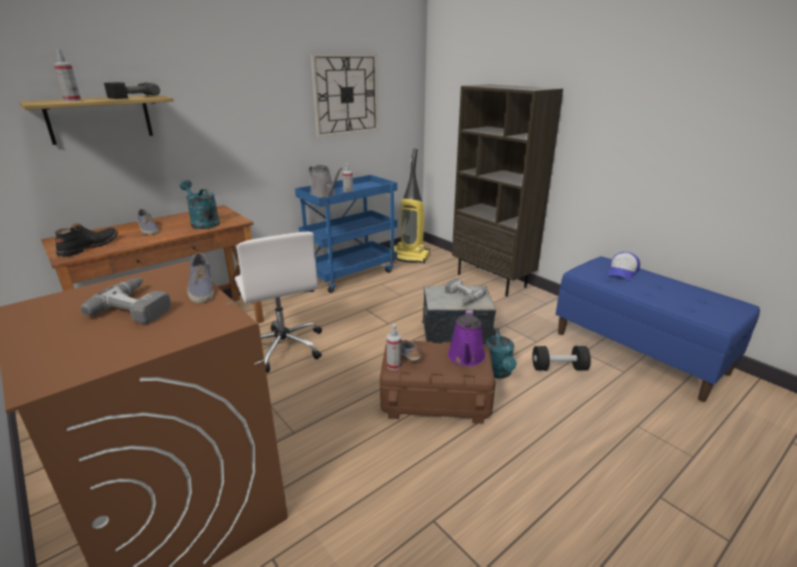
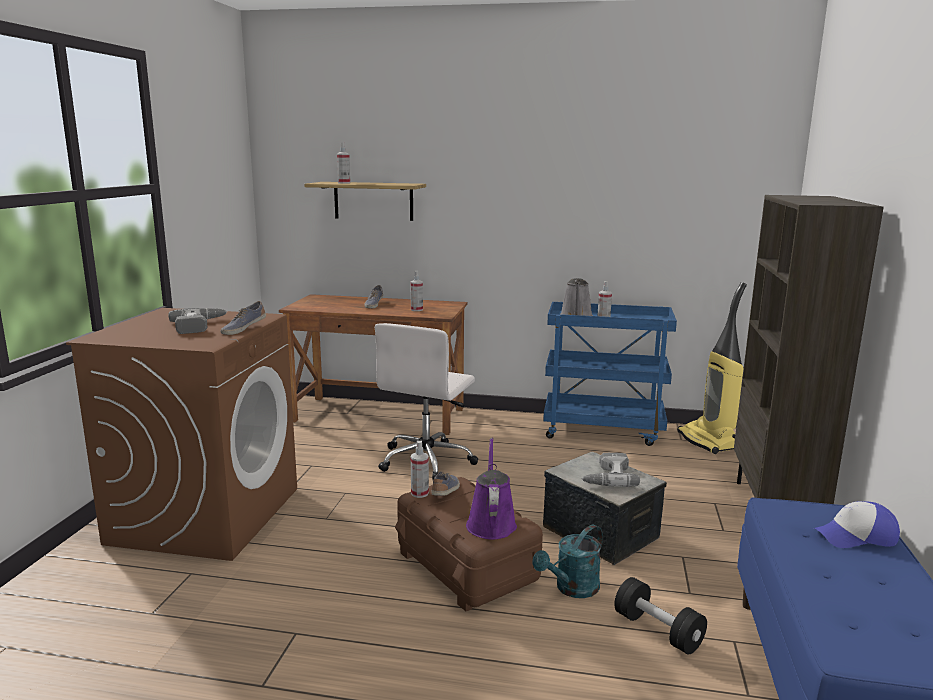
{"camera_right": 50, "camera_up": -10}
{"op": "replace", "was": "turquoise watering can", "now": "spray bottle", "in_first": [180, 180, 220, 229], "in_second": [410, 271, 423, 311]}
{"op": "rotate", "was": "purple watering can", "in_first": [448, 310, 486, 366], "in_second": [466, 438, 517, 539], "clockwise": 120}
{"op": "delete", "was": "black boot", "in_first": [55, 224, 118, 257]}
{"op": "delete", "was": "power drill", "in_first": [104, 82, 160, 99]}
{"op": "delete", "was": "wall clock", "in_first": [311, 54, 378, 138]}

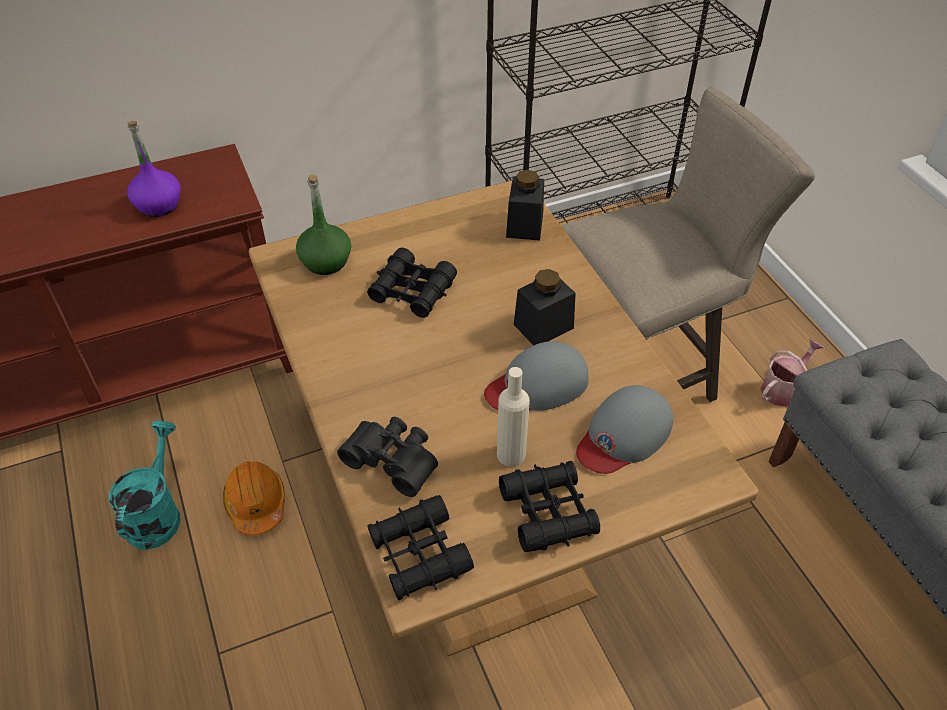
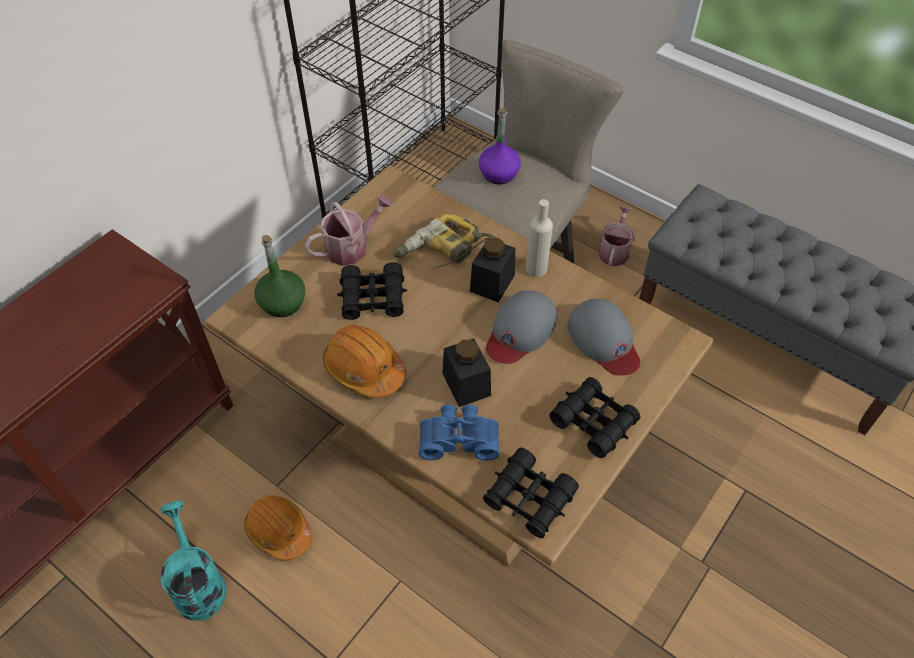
{"camera_right": -30, "camera_up": 5}
{"op": "insert", "now": "watering can", "in_second": [305, 194, 394, 266]}
{"op": "insert", "now": "orange hard hat", "in_second": [323, 324, 406, 398]}
{"op": "insert", "now": "power drill", "in_second": [393, 214, 495, 270]}
{"op": "recolor", "was": "black binoculars", "now": "blue binoculars", "in_first": [337, 417, 438, 497], "in_second": [419, 405, 499, 461]}
{"op": "move", "was": "black jar", "in_first": [506, 170, 544, 240], "in_second": [442, 338, 491, 407]}
{"op": "move", "was": "purple bottle", "in_first": [127, 121, 181, 217], "in_second": [479, 108, 521, 184]}
{"op": "move", "was": "beige bottle", "in_first": [497, 367, 530, 467], "in_second": [526, 199, 553, 277]}
{"op": "rotate", "was": "grey cap", "in_first": [576, 385, 674, 474], "in_second": [568, 298, 640, 376], "clockwise": -45}

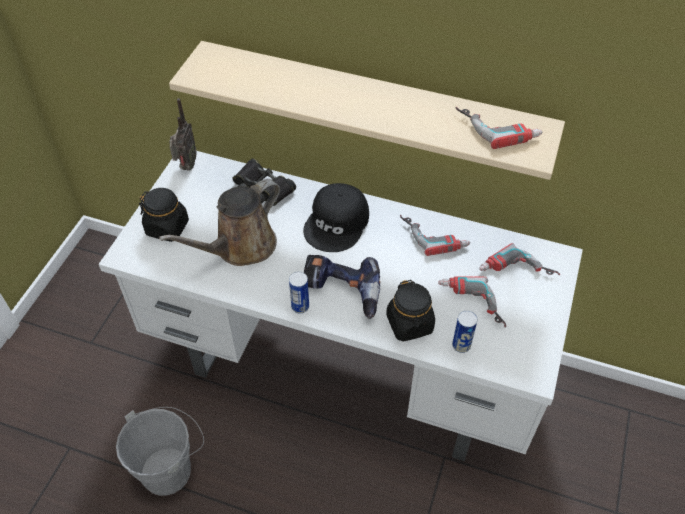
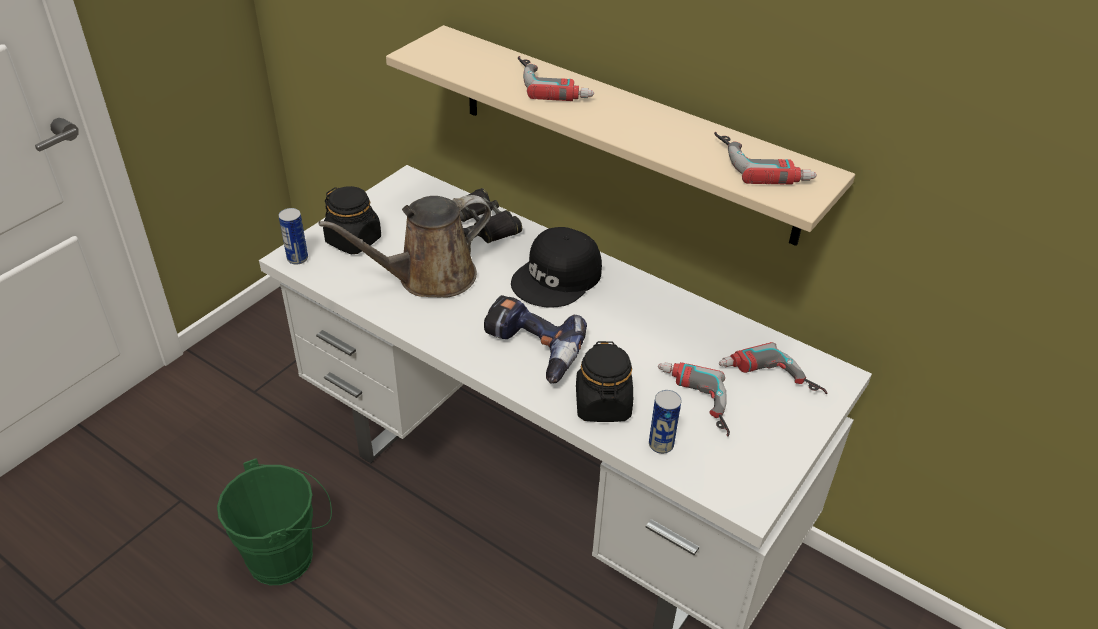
{"camera_right": 15, "camera_up": -10}
{"op": "recolor", "was": "grey bucket", "now": "green bucket", "in_first": [116, 407, 204, 496], "in_second": [217, 459, 332, 585]}
{"op": "move", "was": "can", "in_first": [289, 272, 309, 314], "in_second": [278, 208, 308, 265]}
{"op": "move", "was": "power drill", "in_first": [400, 215, 470, 256], "in_second": [518, 56, 594, 101]}
{"op": "delete", "was": "radio", "in_first": [169, 98, 197, 171]}

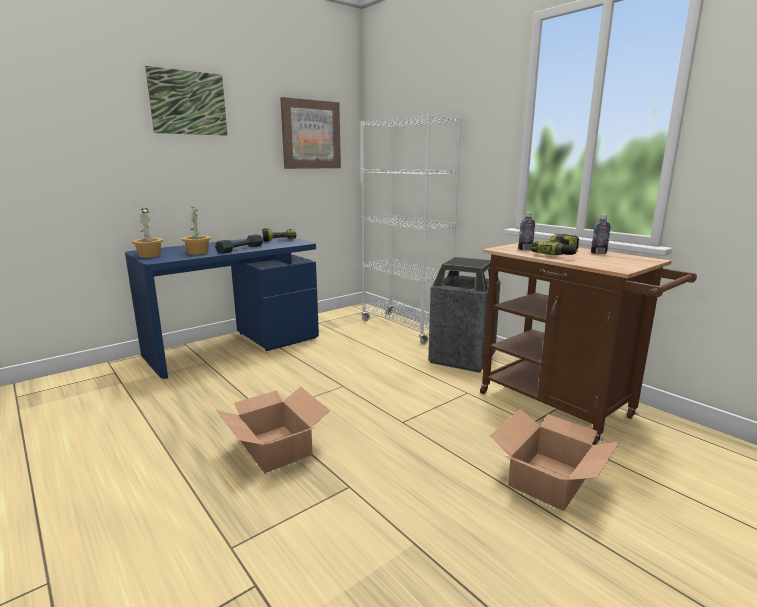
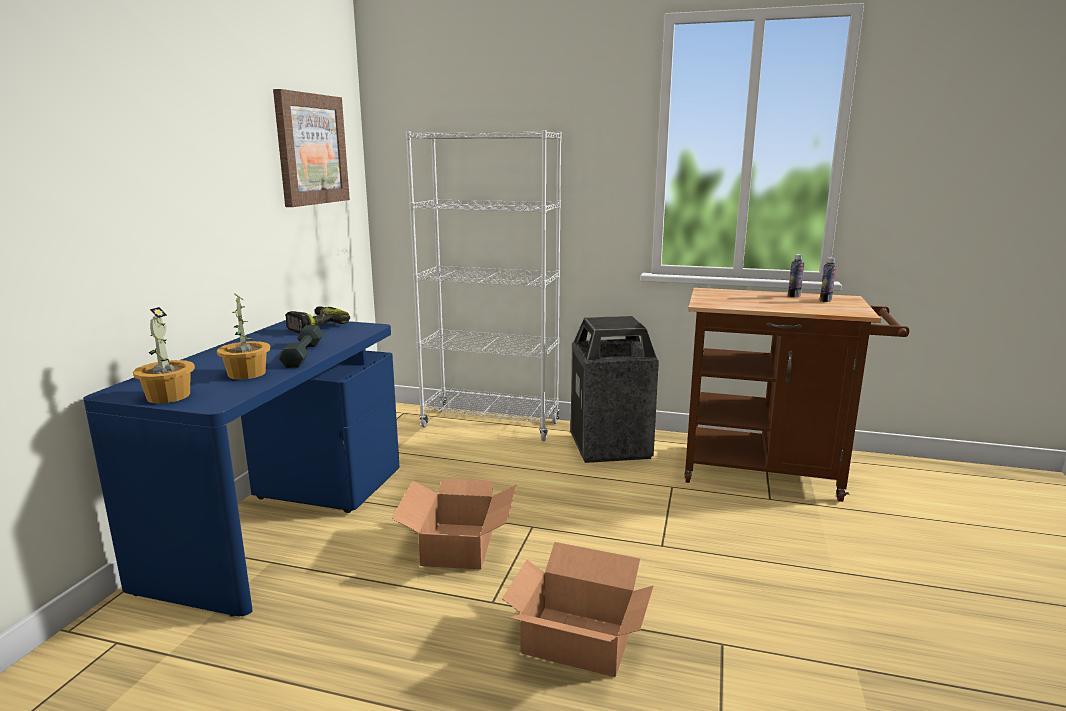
{"camera_right": -35, "camera_up": 0}
{"op": "move", "was": "cardboard box", "in_first": [490, 408, 620, 511], "in_second": [391, 479, 516, 570]}
{"op": "move", "was": "bottle", "in_first": [518, 213, 535, 250], "in_second": [820, 257, 836, 302]}
{"op": "delete", "was": "picture", "in_first": [145, 66, 228, 136]}
{"op": "delete", "was": "power drill", "in_first": [530, 234, 579, 255]}

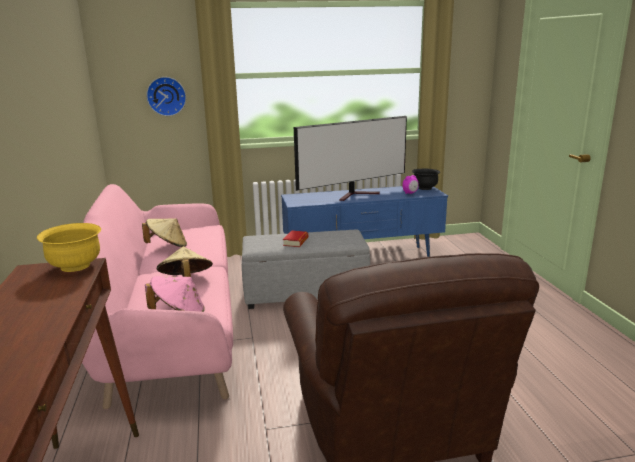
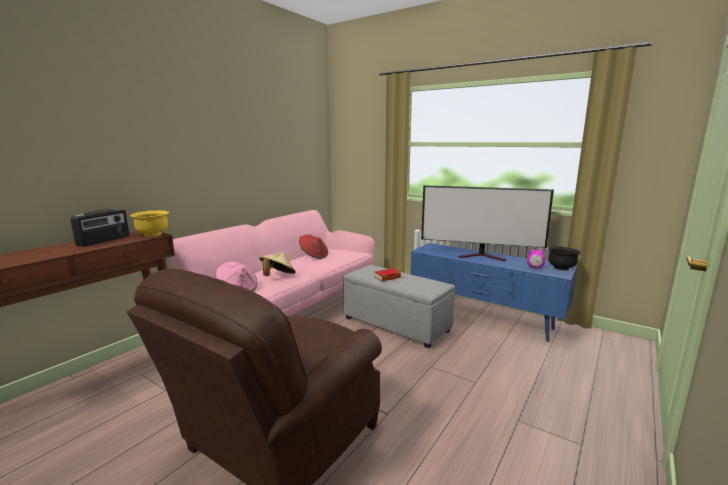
{"camera_right": 45, "camera_up": -5}
{"op": "insert", "now": "radio", "in_second": [71, 209, 129, 247]}
{"op": "recolor", "was": "beige hat", "now": "red hat", "in_first": [142, 218, 187, 247], "in_second": [299, 235, 328, 259]}
{"op": "delete", "was": "wall clock", "in_first": [146, 77, 186, 116]}

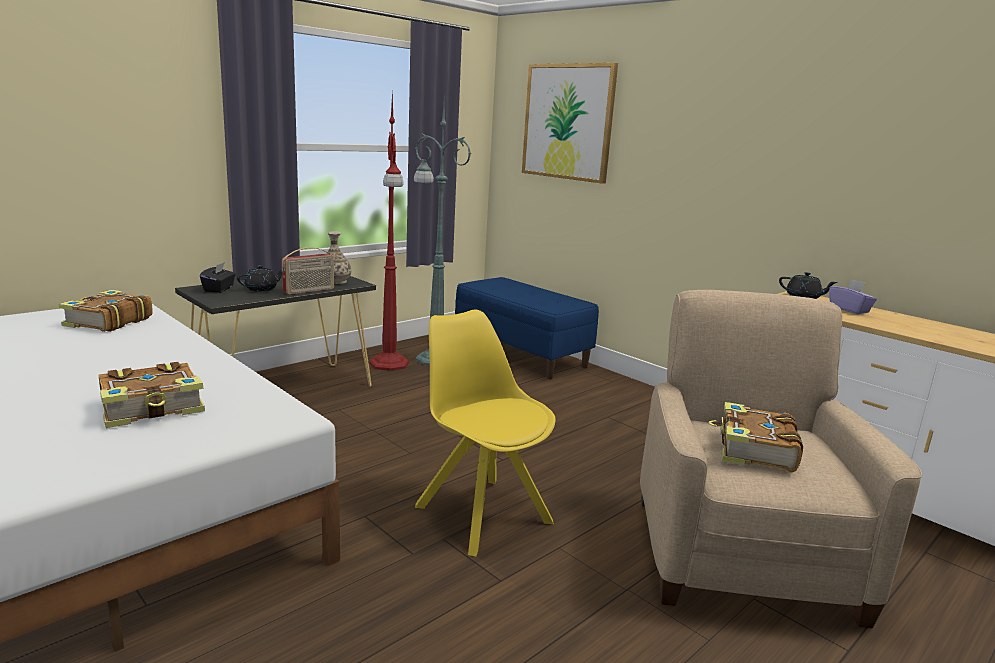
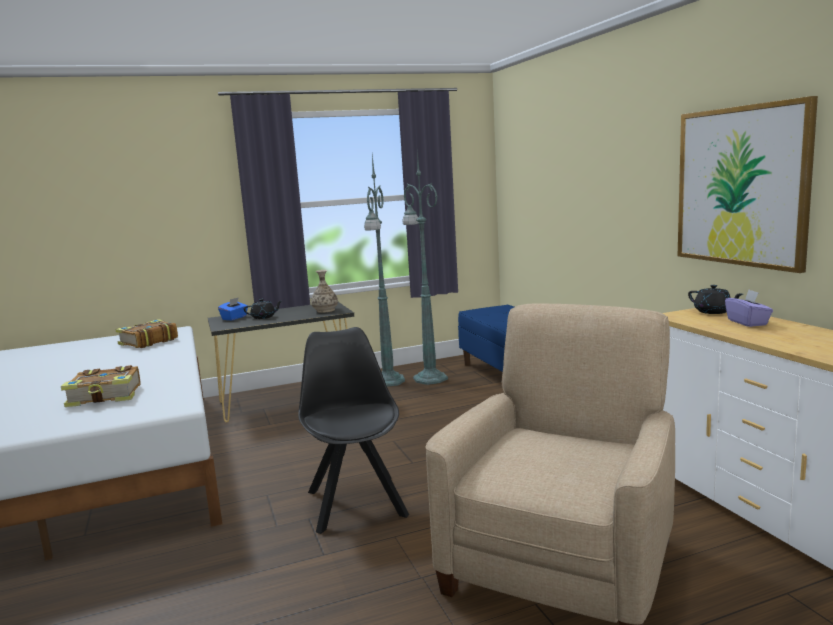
{"camera_right": 25, "camera_up": -5}
{"op": "recolor", "was": "black tissue box", "now": "blue tissue box", "in_first": [200, 262, 236, 293], "in_second": [218, 297, 248, 320]}
{"op": "recolor", "was": "yellow chair", "now": "black chair", "in_first": [415, 310, 556, 556], "in_second": [298, 327, 409, 534]}
{"op": "recolor", "was": "red floor lamp", "now": "green floor lamp", "in_first": [370, 91, 409, 371], "in_second": [364, 155, 405, 387]}
{"op": "move", "was": "picture", "in_first": [522, 63, 618, 184], "in_second": [678, 96, 818, 273]}
{"op": "delete", "was": "radio", "in_first": [282, 247, 334, 295]}
{"op": "delete", "was": "book", "in_first": [709, 402, 803, 472]}

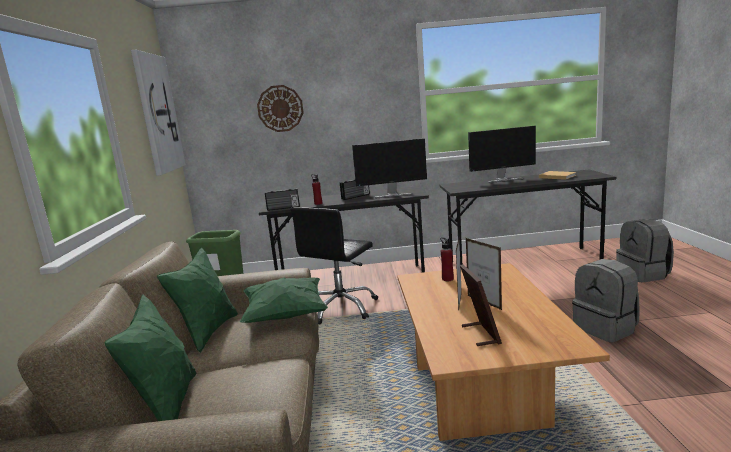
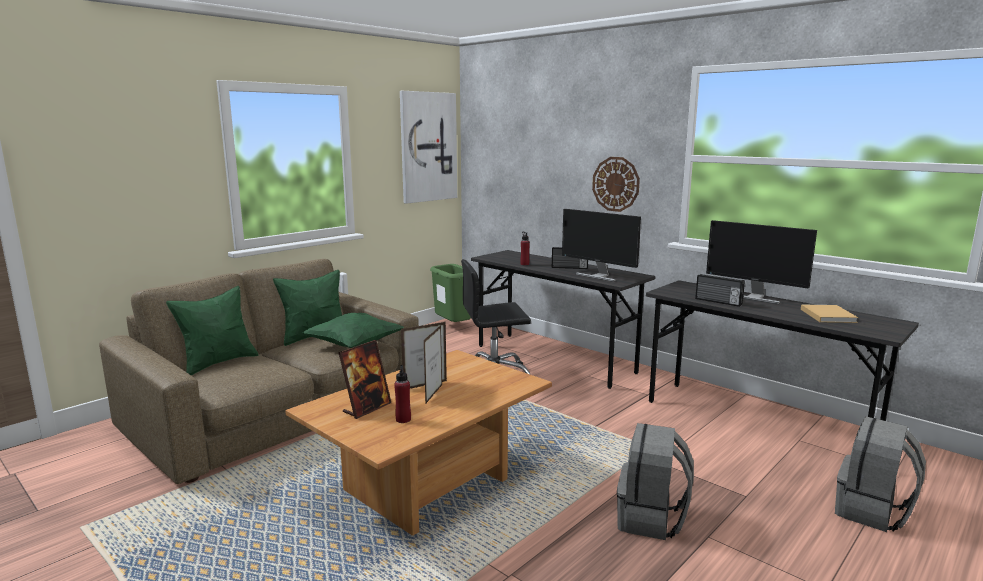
{"camera_right": 45, "camera_up": 0}
{"op": "move", "was": "red bottle", "in_first": [440, 237, 454, 281], "in_second": [394, 365, 411, 423]}
{"op": "move", "was": "wall clock", "in_first": [257, 85, 304, 132], "in_second": [592, 157, 640, 212]}
{"op": "move", "was": "radio", "in_first": [265, 188, 300, 211], "in_second": [695, 274, 745, 307]}

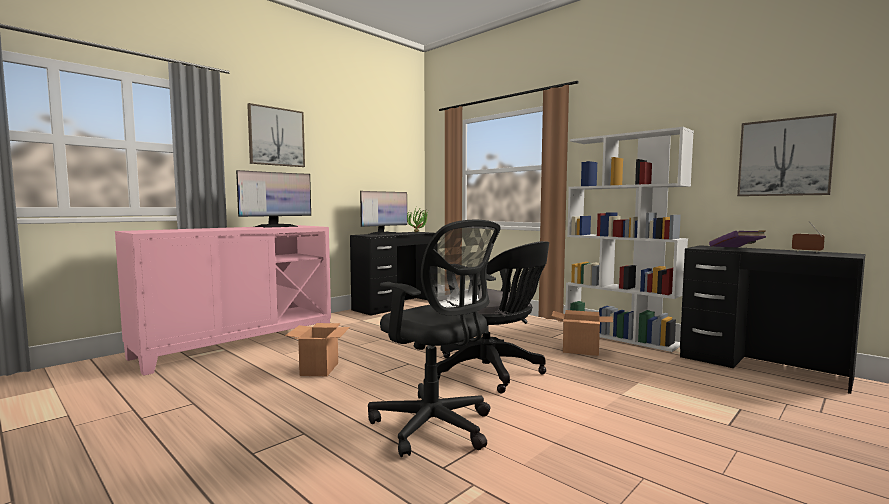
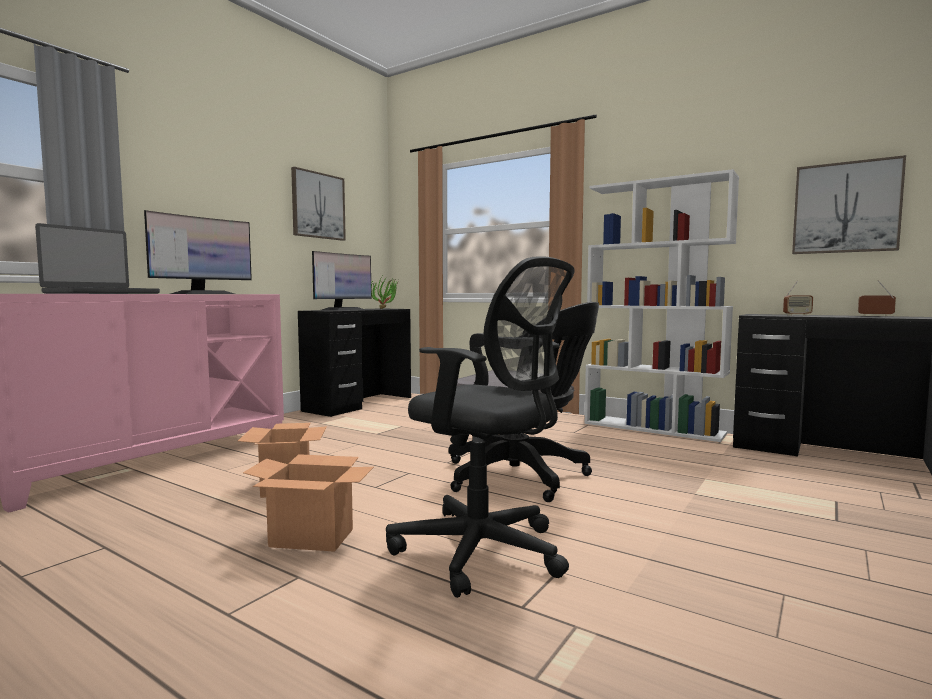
{"camera_right": -10, "camera_up": 0}
{"op": "insert", "now": "laptop", "in_second": [35, 223, 160, 294]}
{"op": "move", "was": "cardboard box", "in_first": [552, 310, 613, 356], "in_second": [243, 454, 374, 552]}
{"op": "move", "was": "picture", "in_first": [247, 103, 305, 167], "in_second": [291, 167, 346, 241]}
{"op": "replace", "was": "purple book", "now": "radio", "in_first": [709, 230, 766, 248], "in_second": [783, 281, 813, 316]}

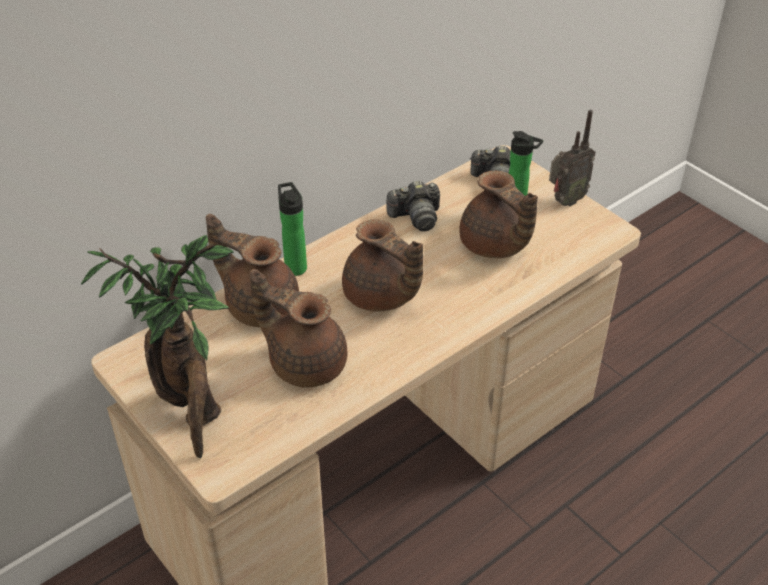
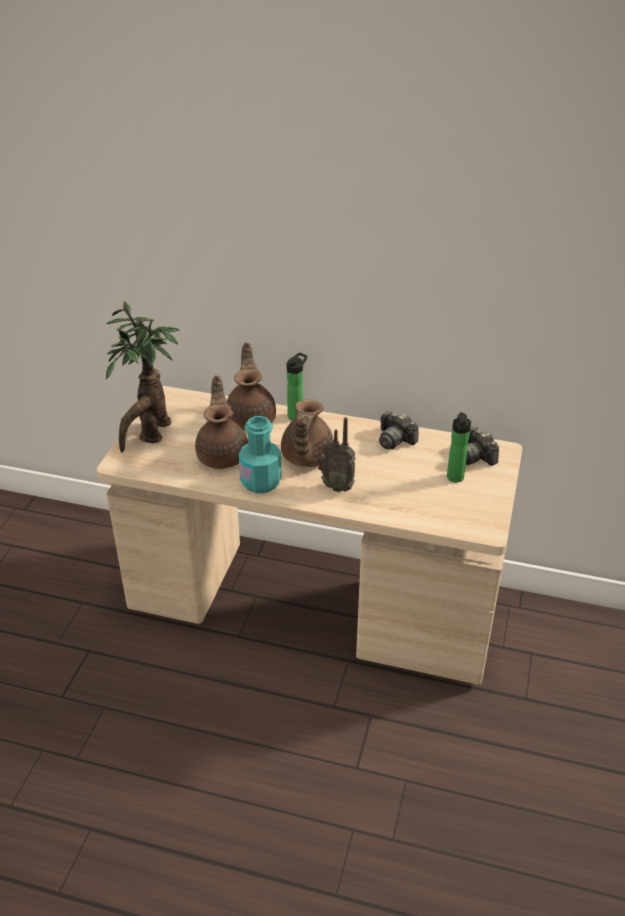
{"camera_right": 55, "camera_up": -5}
{"op": "insert", "now": "turquoise bottle", "in_second": [239, 416, 282, 493]}
{"op": "move", "was": "radio", "in_first": [549, 110, 595, 206], "in_second": [318, 417, 356, 492]}
{"op": "delete", "was": "brown teapot", "in_first": [459, 171, 538, 258]}

